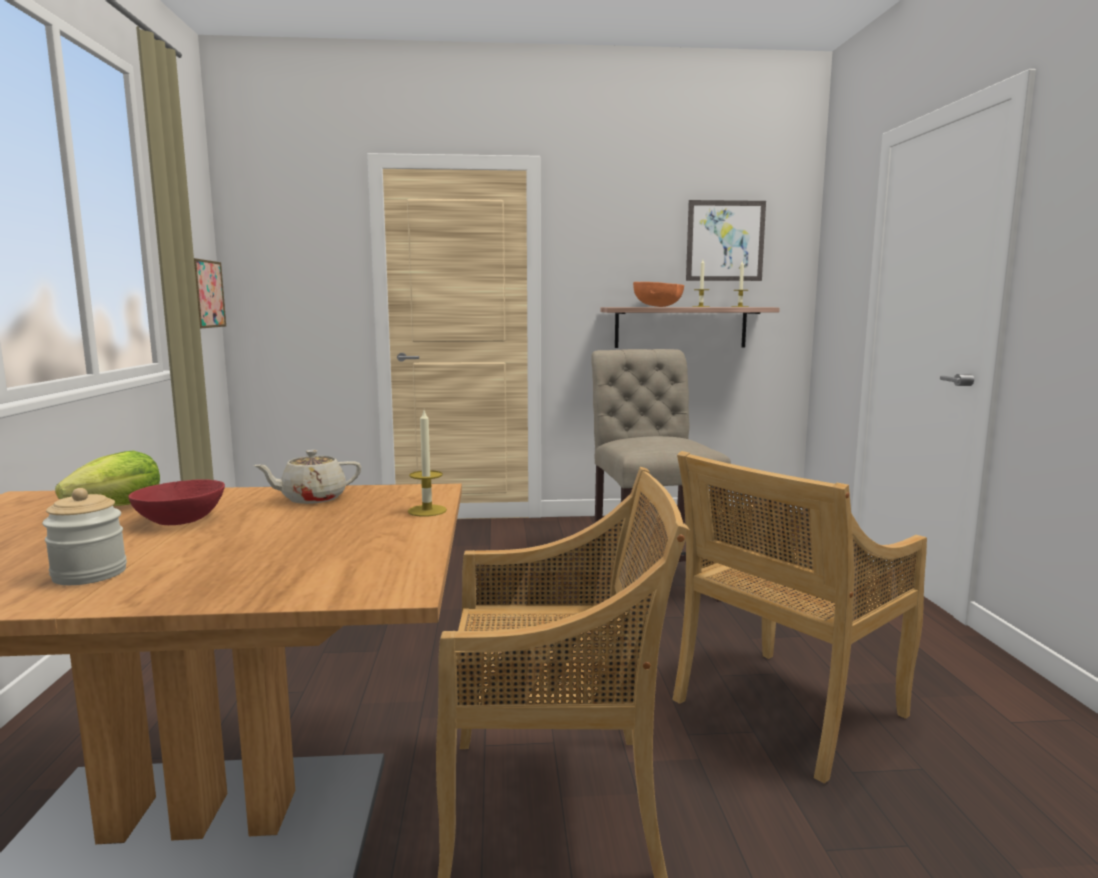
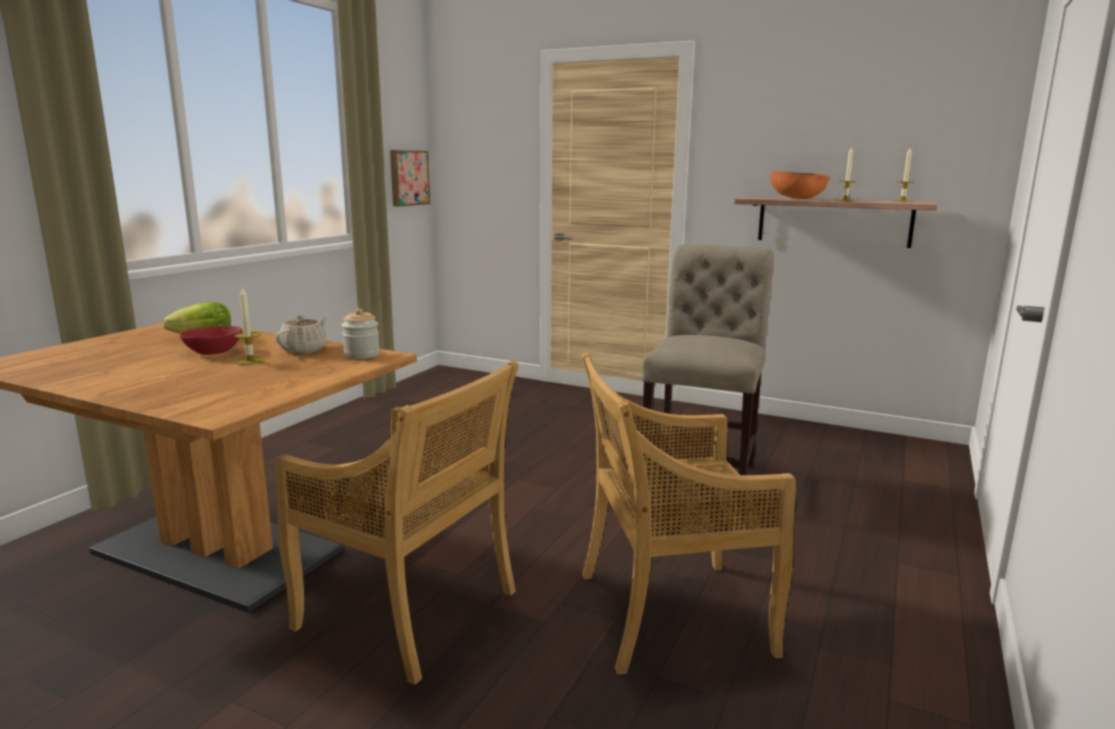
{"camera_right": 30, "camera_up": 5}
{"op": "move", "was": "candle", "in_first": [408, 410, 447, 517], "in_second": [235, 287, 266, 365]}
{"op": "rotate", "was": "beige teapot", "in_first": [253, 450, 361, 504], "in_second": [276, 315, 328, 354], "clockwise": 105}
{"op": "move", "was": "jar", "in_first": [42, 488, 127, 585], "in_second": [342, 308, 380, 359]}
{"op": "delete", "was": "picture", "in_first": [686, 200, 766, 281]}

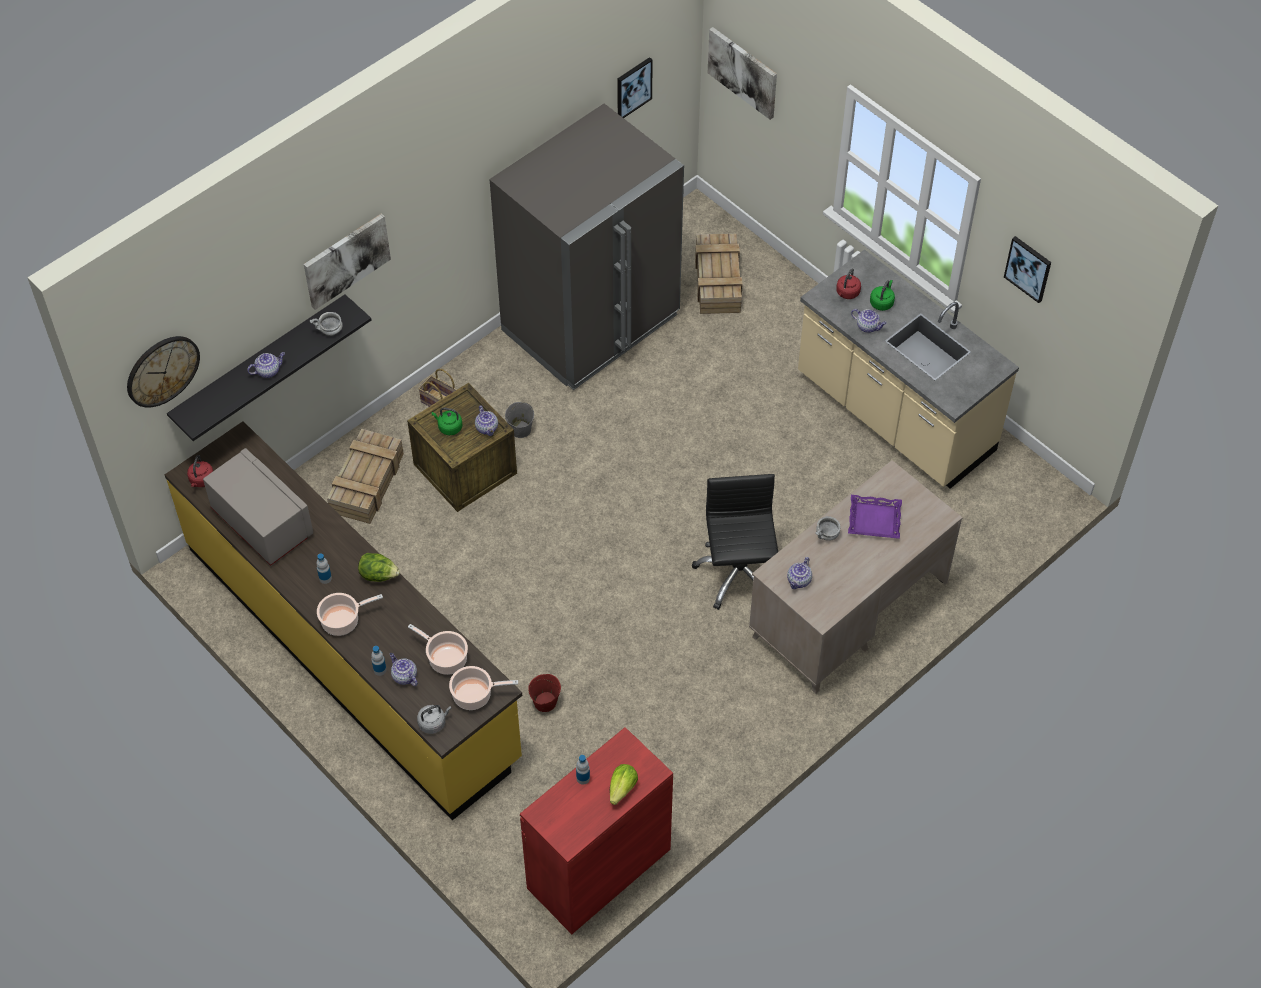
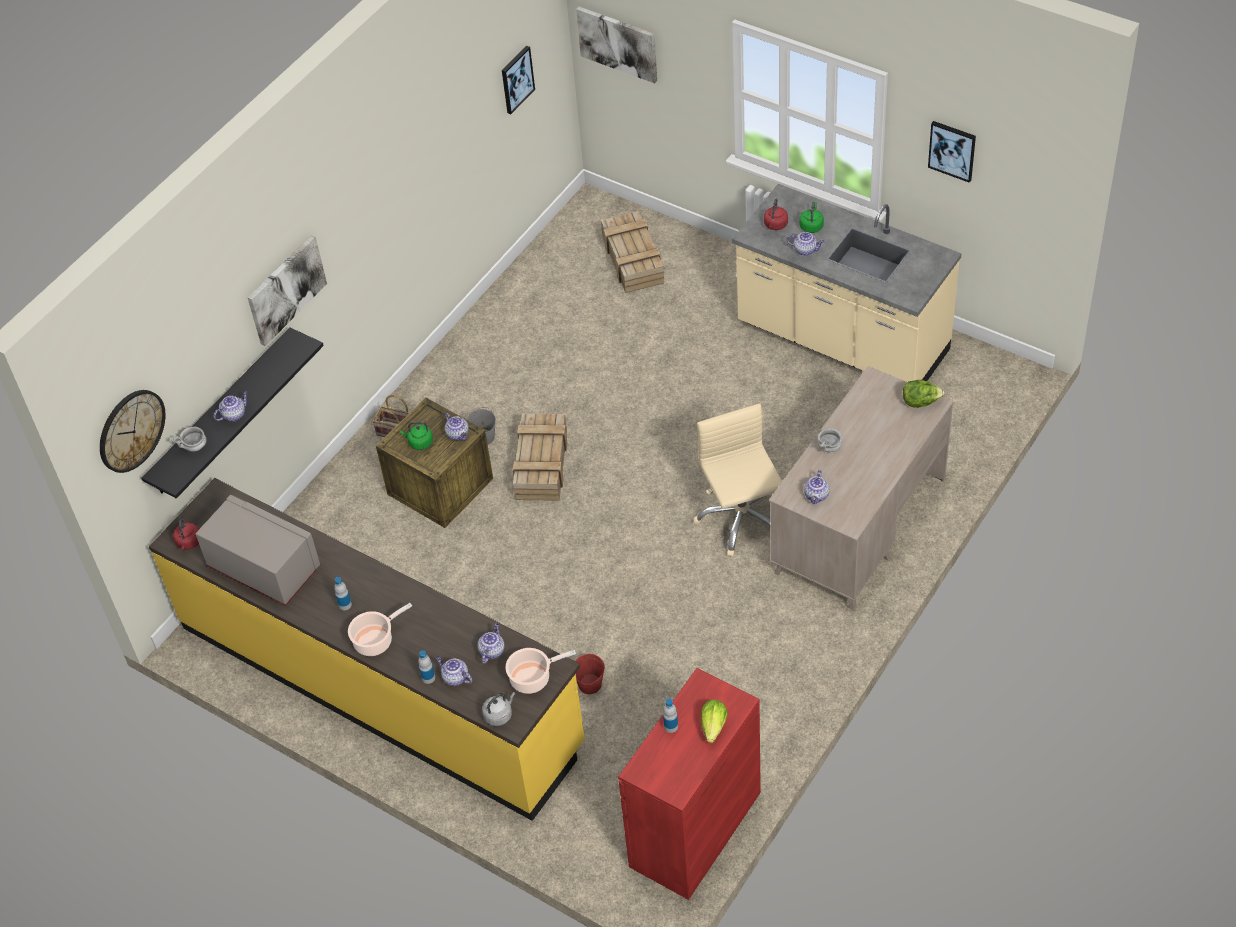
{"camera_right": -10, "camera_up": -5}
{"op": "move", "was": "grey bowl", "in_first": [310, 312, 343, 336], "in_second": [171, 426, 207, 452]}
{"op": "replace", "was": "cooking pot", "now": "teapot", "in_first": [408, 624, 468, 675], "in_second": [477, 623, 505, 664]}
{"op": "move", "was": "crate", "in_first": [327, 429, 404, 524], "in_second": [513, 414, 567, 501]}
{"op": "recolor", "was": "black office chair", "now": "beige office chair", "in_first": [692, 474, 778, 610], "in_second": [693, 404, 782, 557]}
{"op": "move", "was": "lettuce", "in_first": [358, 553, 400, 582], "in_second": [903, 380, 944, 408]}
{"op": "delete", "was": "grey fridge", "in_first": [490, 103, 684, 390]}
{"op": "delete", "was": "purple tray", "in_first": [848, 495, 902, 539]}

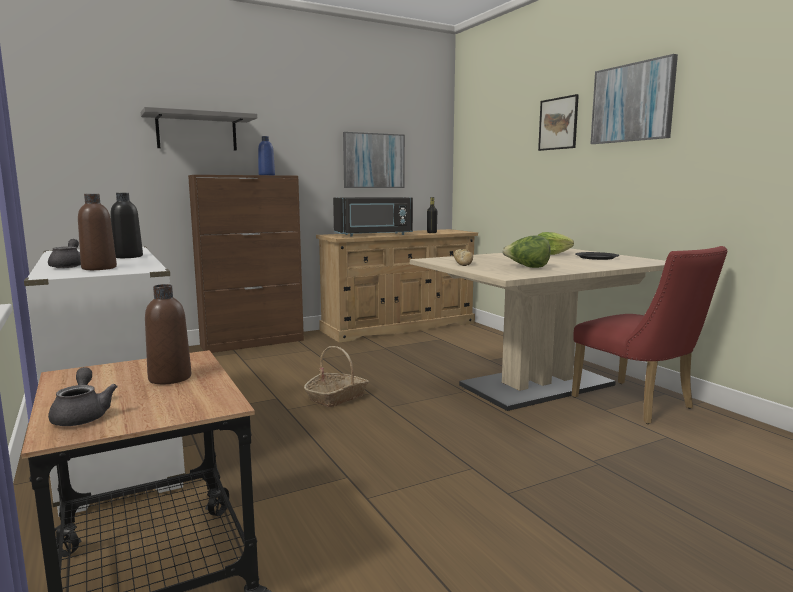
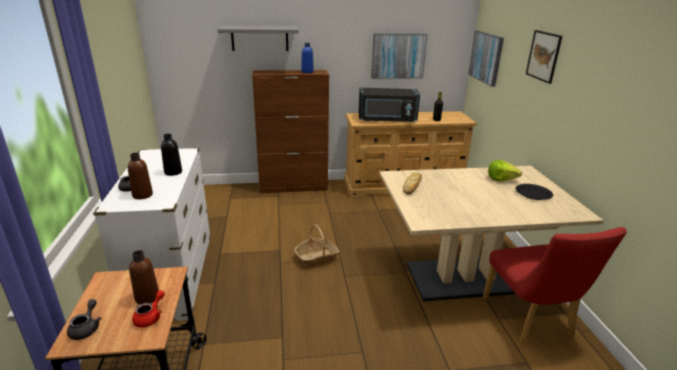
{"camera_right": 20, "camera_up": 15}
{"op": "insert", "now": "red teapot", "in_second": [132, 290, 165, 328]}
{"op": "move", "was": "picture", "in_first": [590, 54, 678, 144], "in_second": [468, 30, 504, 87]}
{"op": "delete", "was": "lettuce", "in_first": [502, 235, 551, 268]}

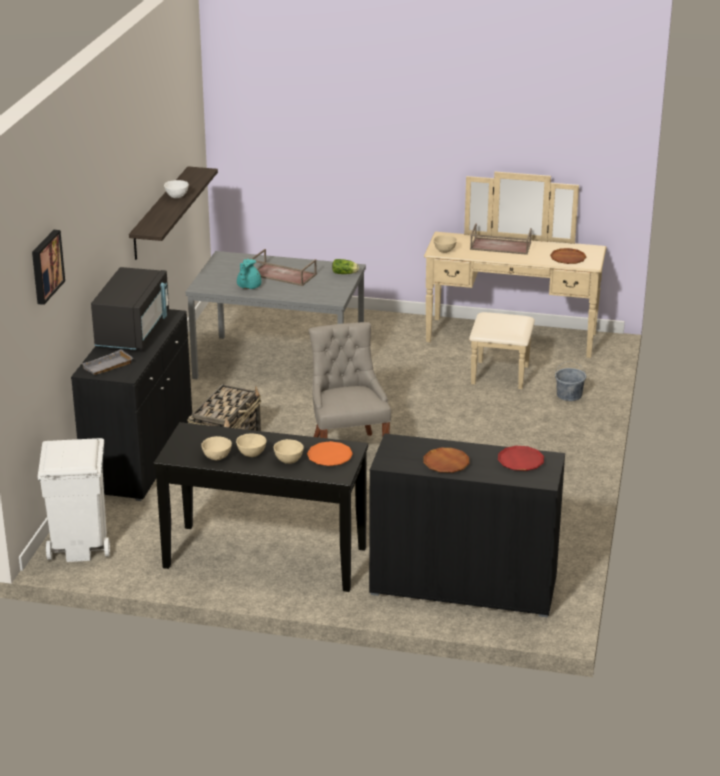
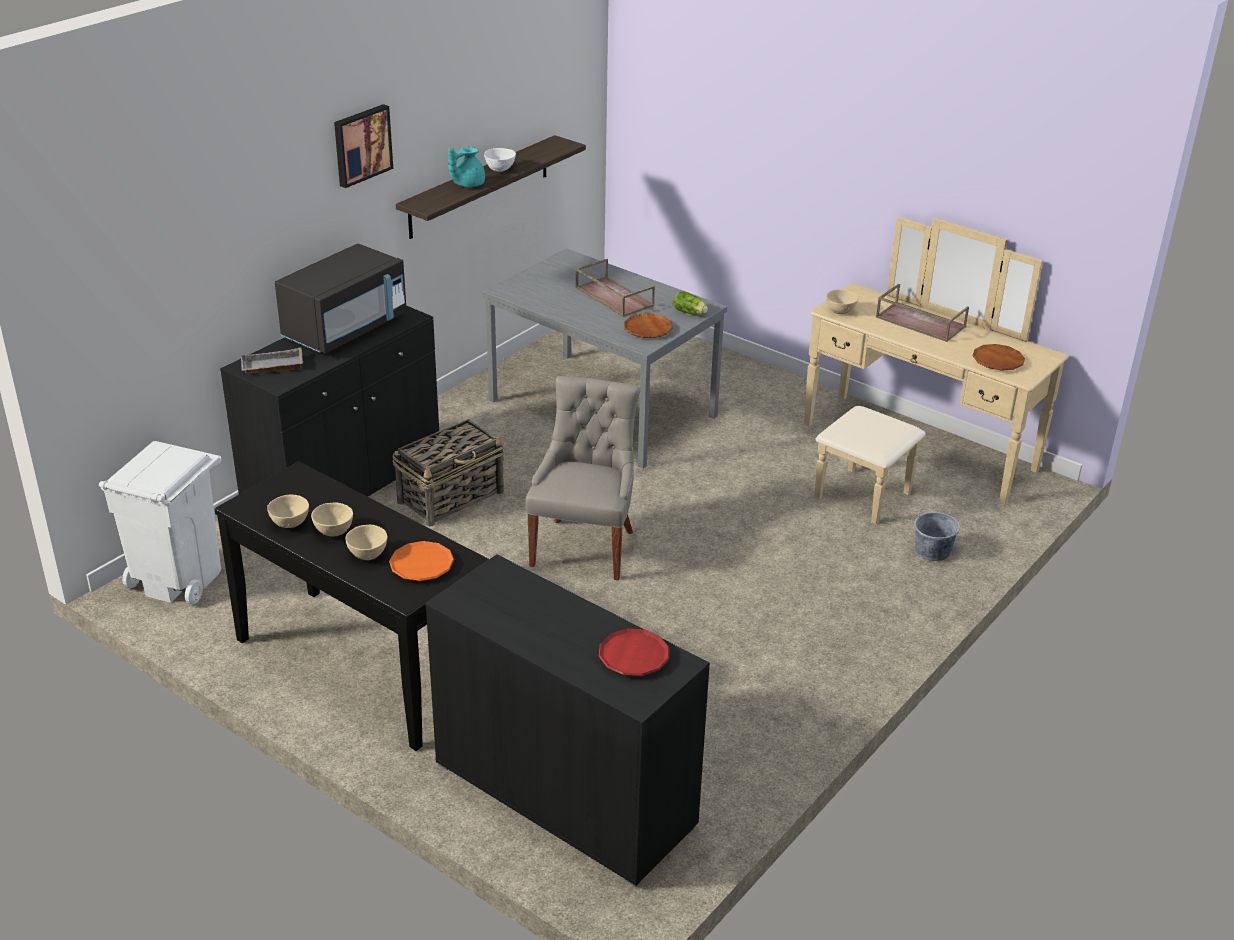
{"camera_right": 25, "camera_up": 5}
{"op": "move", "was": "picture", "in_first": [32, 230, 65, 305], "in_second": [334, 104, 393, 188]}
{"op": "move", "was": "turquoise teapot", "in_first": [237, 259, 261, 289], "in_second": [448, 147, 485, 187]}
{"op": "move", "was": "brown plate", "in_first": [423, 448, 470, 473], "in_second": [624, 314, 673, 338]}

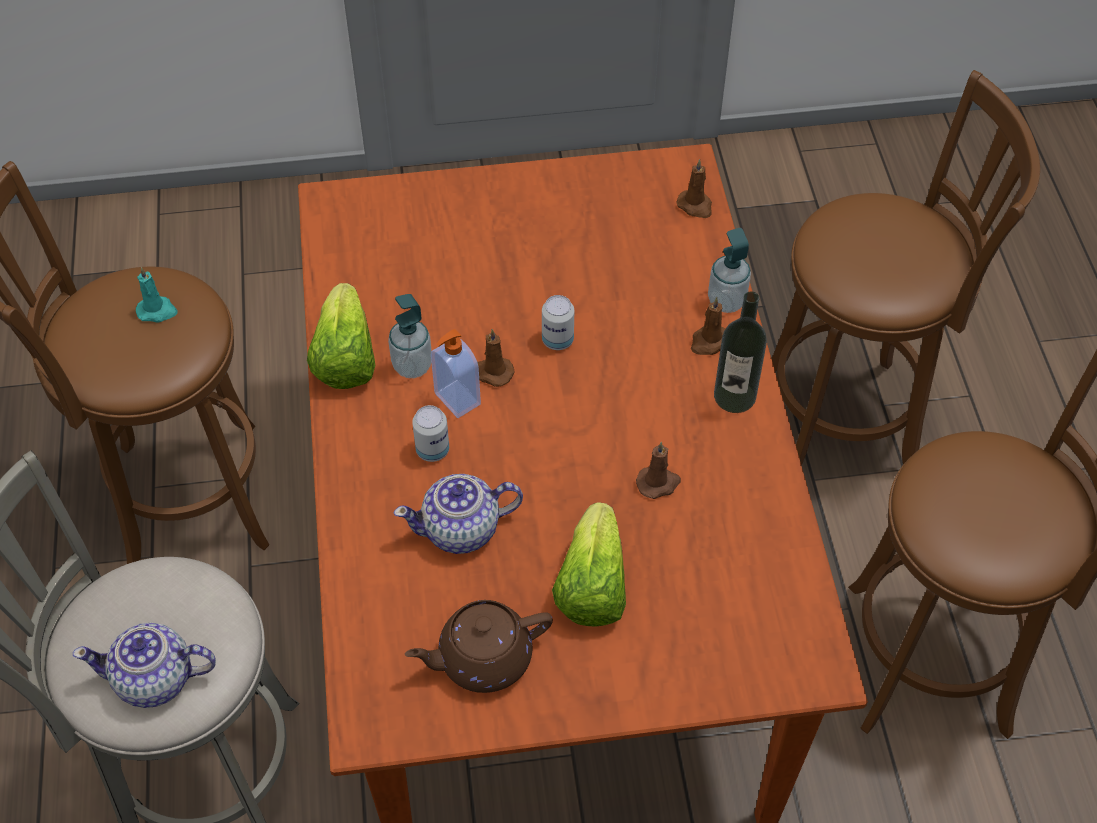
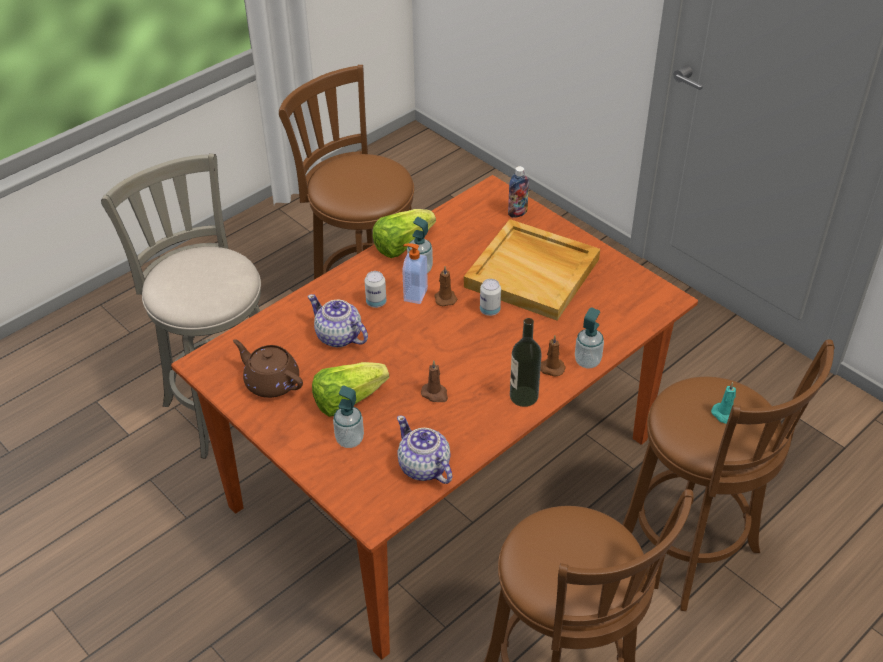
{"camera_right": 55, "camera_up": -10}
{"op": "insert", "now": "soap dispenser", "in_second": [333, 386, 364, 448]}
{"op": "move", "was": "teapot", "in_first": [73, 623, 216, 708], "in_second": [397, 415, 452, 484]}
{"op": "insert", "now": "beige tray", "in_second": [464, 219, 600, 321]}
{"op": "insert", "now": "bottle", "in_second": [508, 166, 529, 218]}
{"op": "move", "was": "turquoise candle", "in_first": [136, 267, 178, 322], "in_second": [711, 382, 736, 424]}
{"op": "delete", "was": "brown candle", "in_first": [676, 159, 712, 218]}

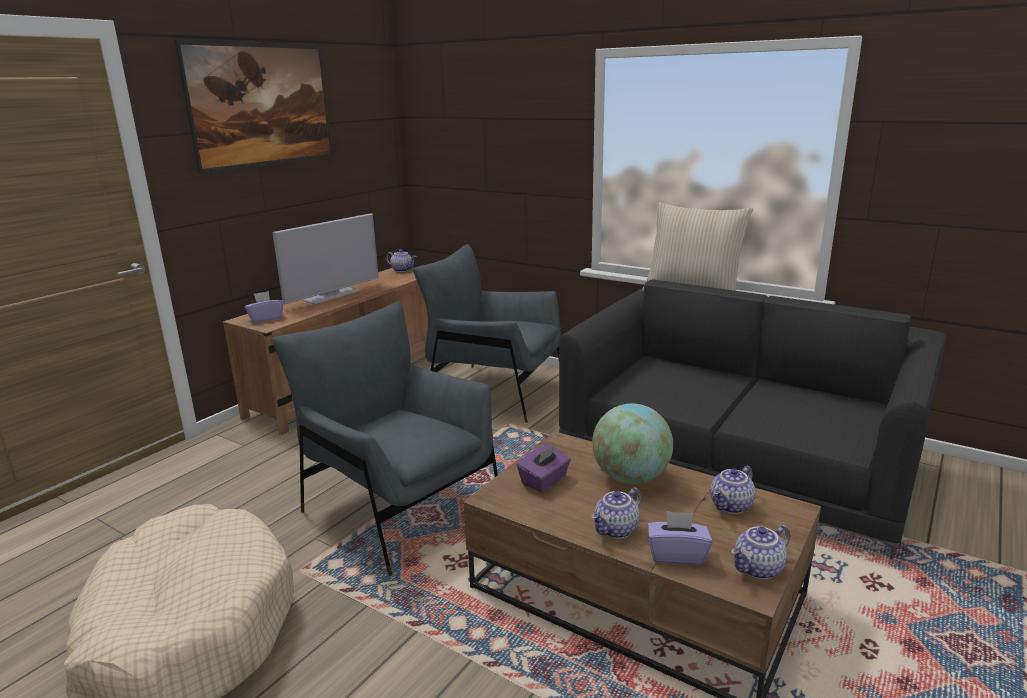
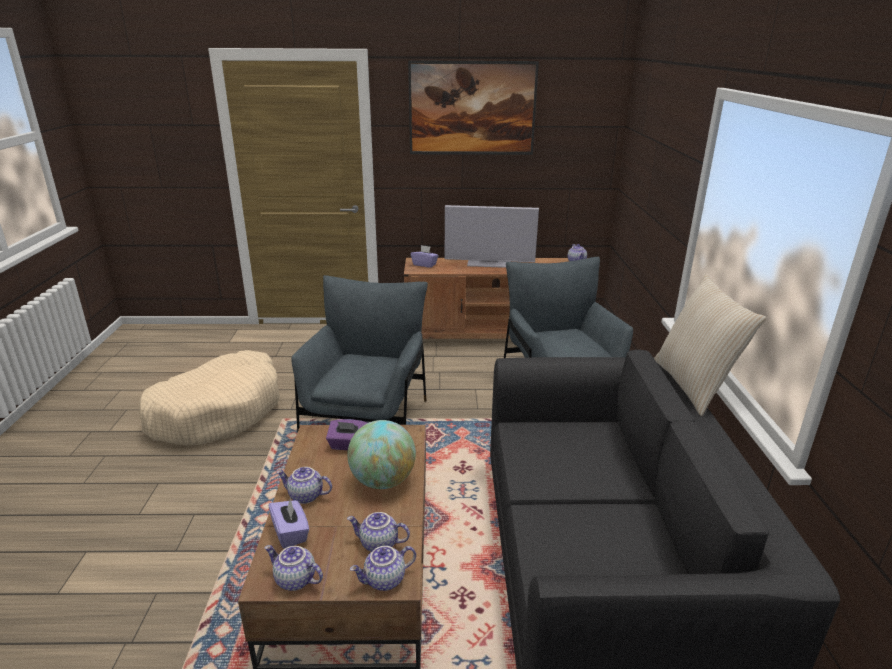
{"camera_right": 55, "camera_up": 5}
{"op": "insert", "now": "teapot", "in_second": [350, 546, 416, 591]}

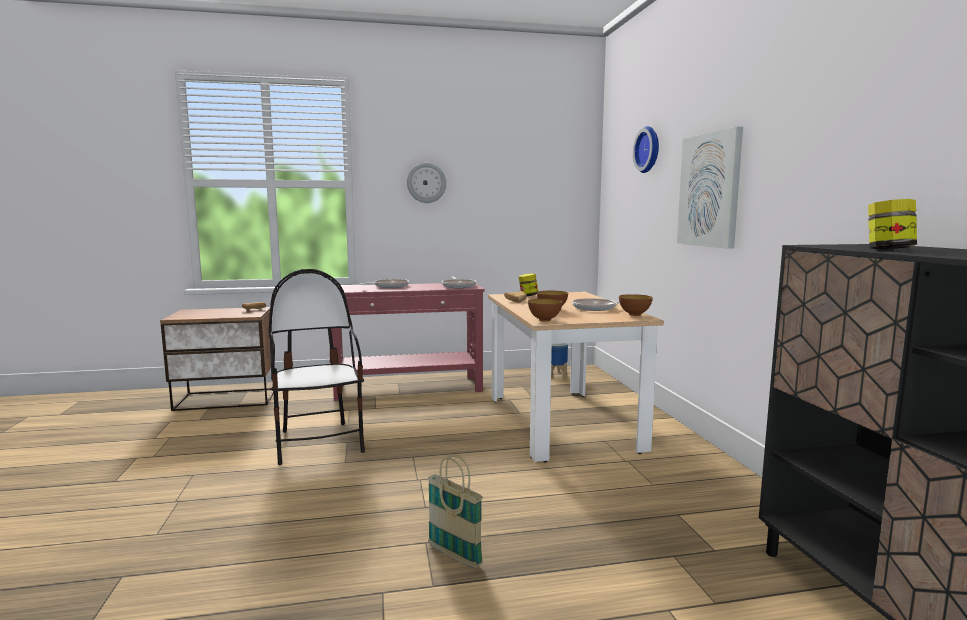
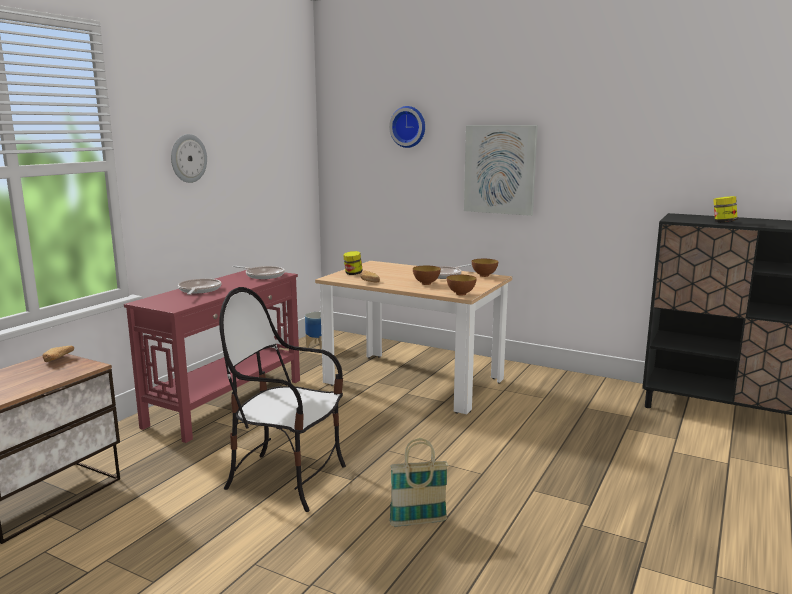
{"camera_right": -50, "camera_up": 5}
{"op": "move", "was": "basket", "in_first": [428, 454, 483, 568], "in_second": [389, 439, 449, 526]}

